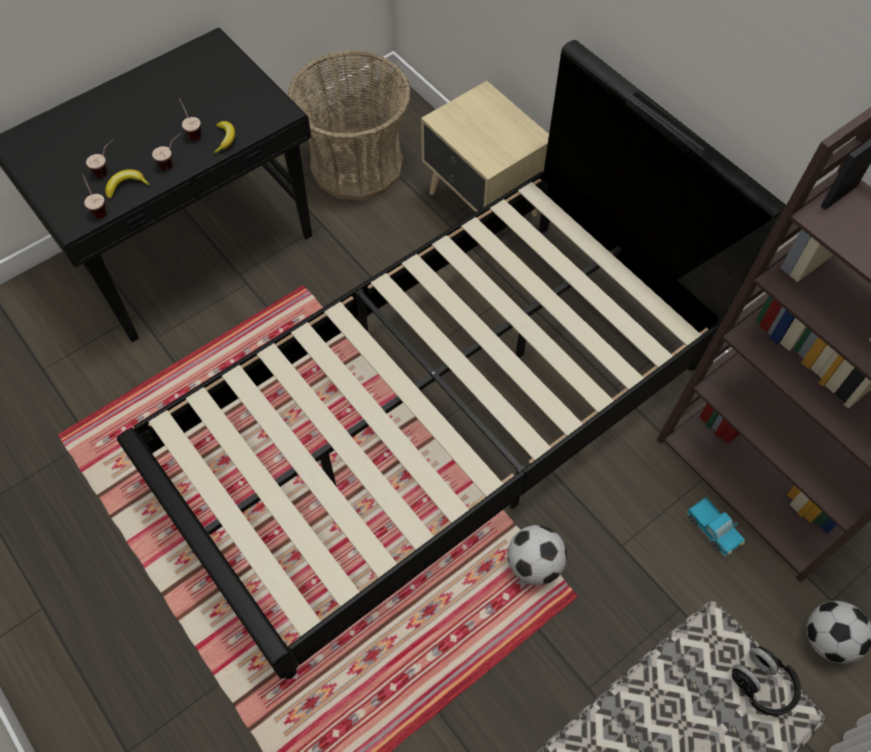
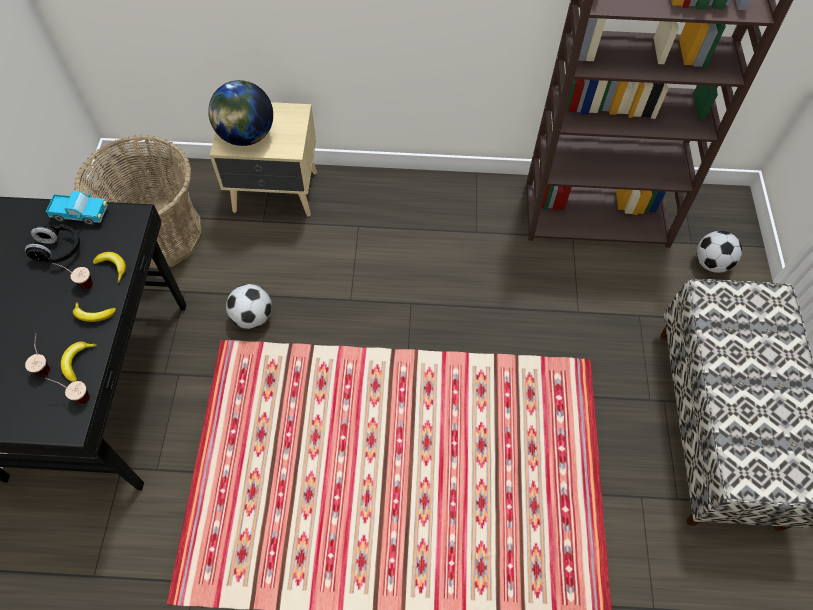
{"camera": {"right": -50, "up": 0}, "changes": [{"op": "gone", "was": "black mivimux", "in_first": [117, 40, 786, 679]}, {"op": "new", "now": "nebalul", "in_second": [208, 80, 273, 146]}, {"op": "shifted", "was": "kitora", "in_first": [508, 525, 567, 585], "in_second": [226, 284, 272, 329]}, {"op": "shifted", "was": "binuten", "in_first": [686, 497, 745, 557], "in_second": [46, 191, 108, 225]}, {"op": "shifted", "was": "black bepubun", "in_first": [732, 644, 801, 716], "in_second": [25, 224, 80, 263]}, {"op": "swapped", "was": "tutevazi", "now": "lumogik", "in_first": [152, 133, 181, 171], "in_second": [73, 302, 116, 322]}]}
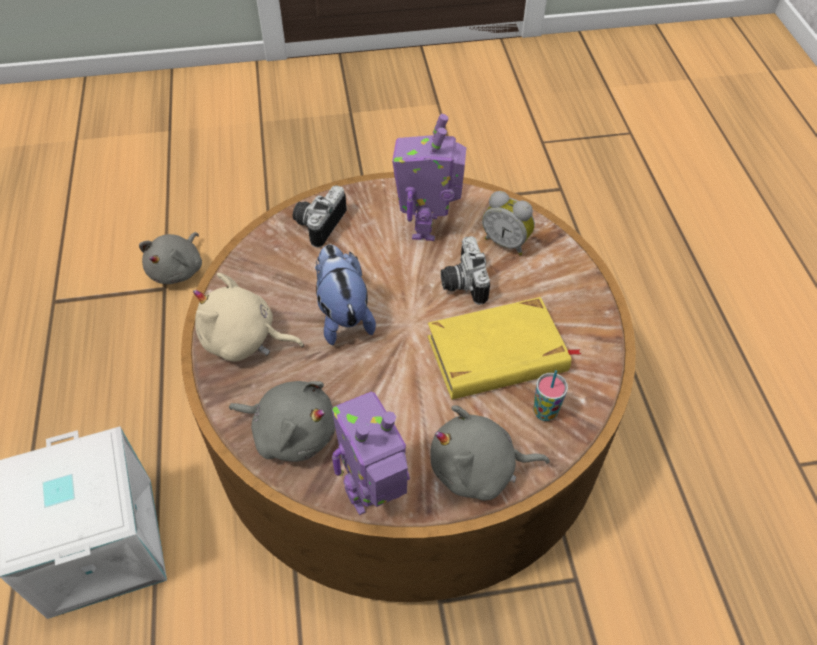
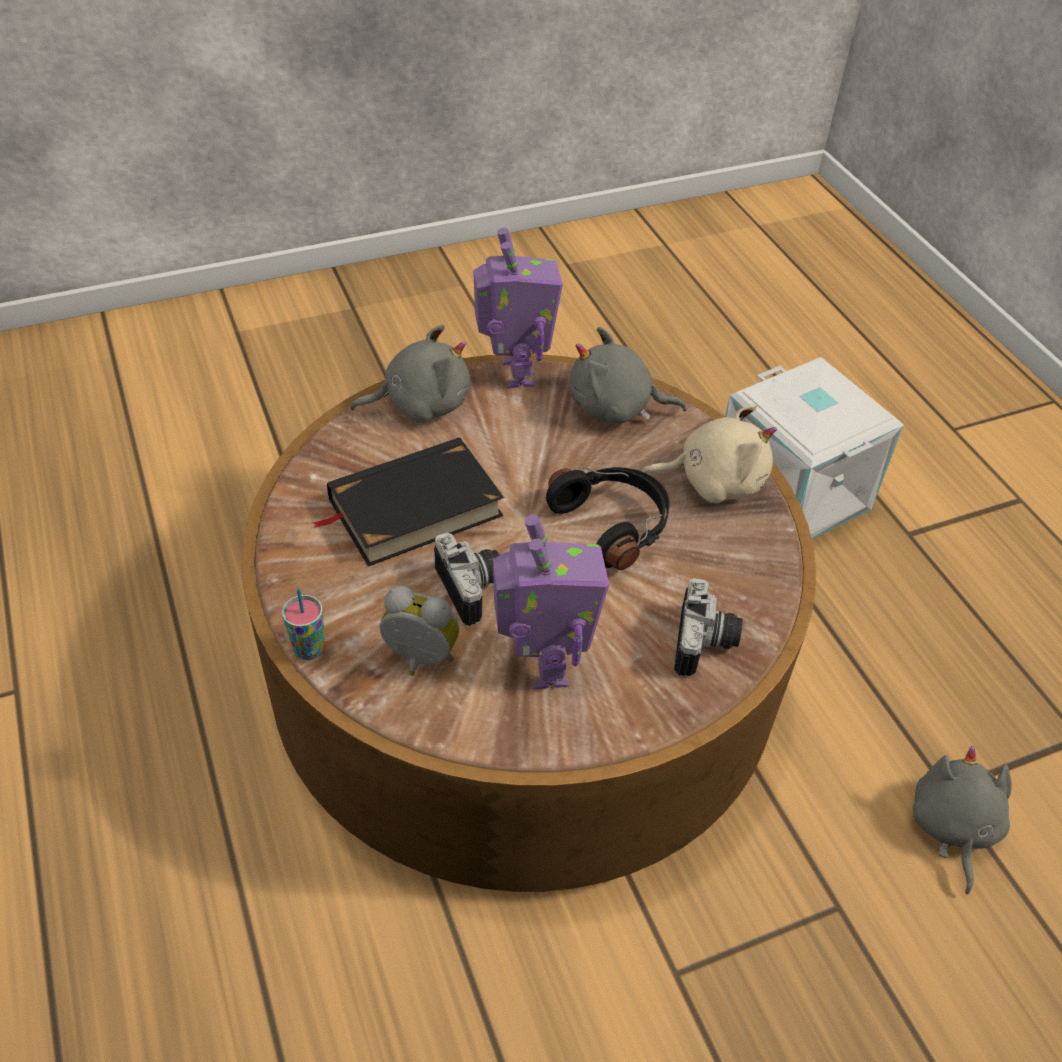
{"camera": {"right": 165, "up": -5}, "changes": [{"op": "shifted", "was": "tutevazi", "in_first": [533, 370, 568, 421], "in_second": [282, 588, 325, 660]}, {"op": "swapped", "was": "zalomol", "now": "black bepubun", "in_first": [315, 244, 376, 345], "in_second": [546, 467, 670, 570]}, {"op": "repainted", "was": "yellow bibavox", "now": "black bibavox", "in_first": [428, 297, 581, 400], "in_second": [312, 437, 504, 566]}, {"op": "rotated", "was": "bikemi", "in_first": [332, 392, 410, 515], "in_second": [473, 228, 563, 389], "clockwise": -60}]}
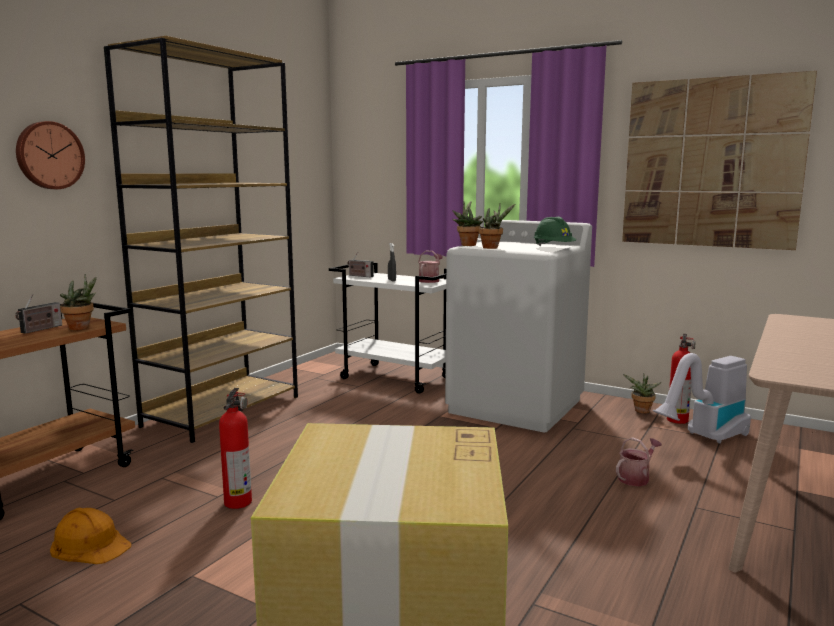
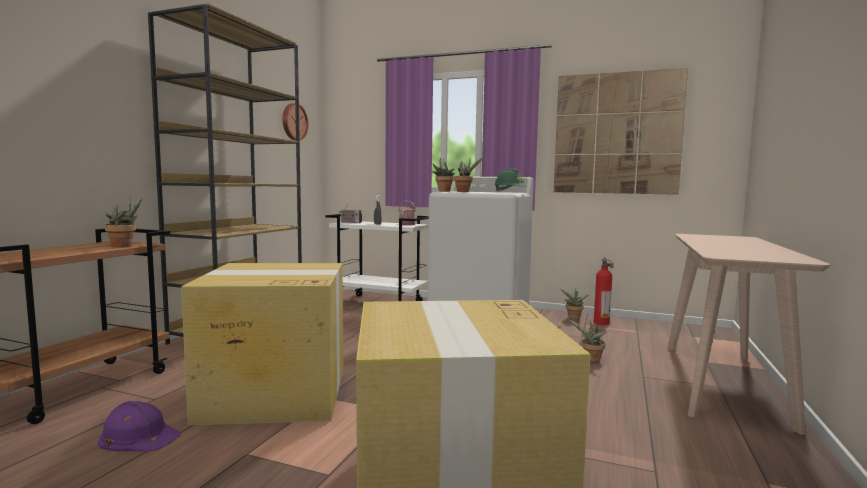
{"camera": {"right": -10, "up": -5}, "changes": [{"op": "gone", "was": "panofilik", "in_first": [15, 294, 62, 334]}, {"op": "gone", "was": "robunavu", "in_first": [653, 353, 751, 443]}, {"op": "shifted", "was": "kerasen", "in_first": [16, 121, 85, 189], "in_second": [283, 103, 308, 140]}, {"op": "swapped", "was": "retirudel", "now": "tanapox", "in_first": [219, 388, 252, 509], "in_second": [181, 263, 343, 425]}, {"op": "swapped", "was": "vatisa", "now": "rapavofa", "in_first": [616, 437, 662, 486], "in_second": [569, 319, 607, 362]}, {"op": "repainted", "was": "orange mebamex", "now": "purple mebamex", "in_first": [50, 508, 131, 564], "in_second": [98, 401, 181, 452]}]}
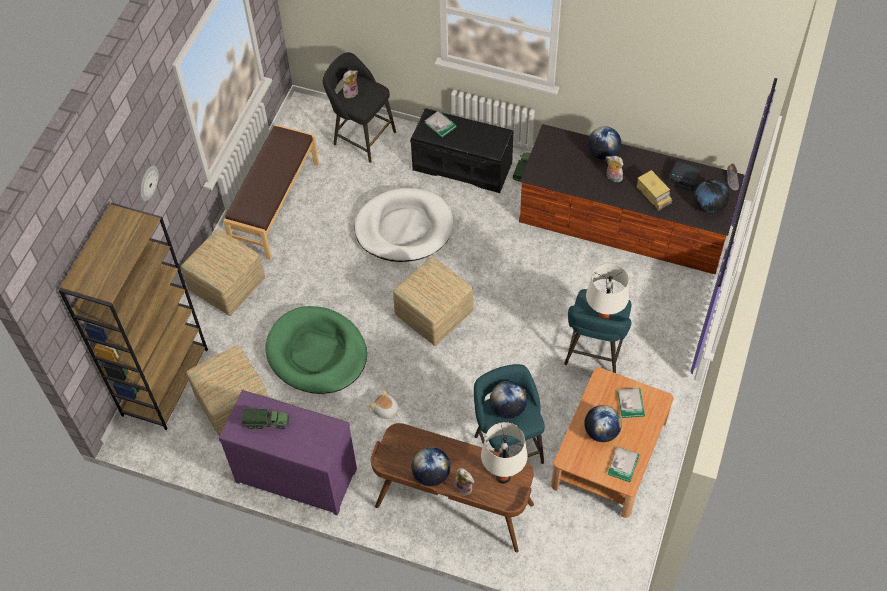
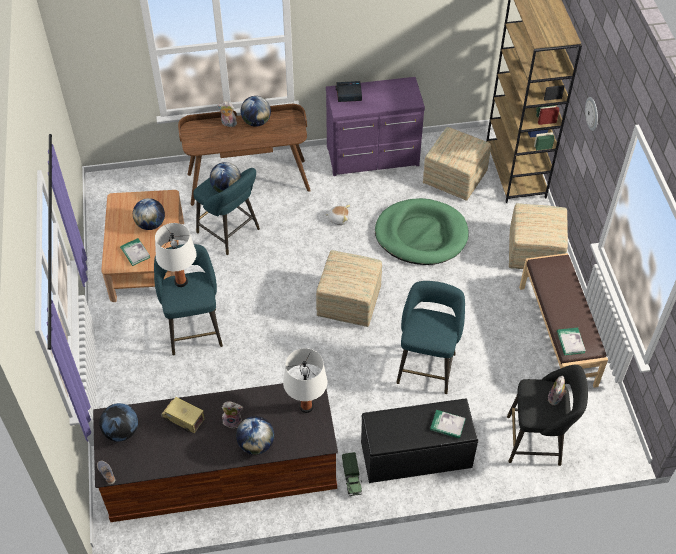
{"camera": {"right": 150, "up": -5}, "changes": [{"op": "gone", "was": "binuten", "in_first": [242, 409, 290, 429]}, {"op": "shifted", "was": "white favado", "in_first": [481, 422, 528, 483], "in_second": [283, 348, 327, 413]}, {"op": "shifted", "was": "bibavox", "in_first": [608, 447, 639, 482], "in_second": [557, 328, 586, 355]}, {"op": "shifted", "was": "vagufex", "in_first": [668, 161, 702, 192], "in_second": [336, 81, 362, 102]}, {"op": "swapped", "was": "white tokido", "now": "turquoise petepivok", "in_first": [355, 188, 454, 262], "in_second": [396, 281, 465, 394]}]}
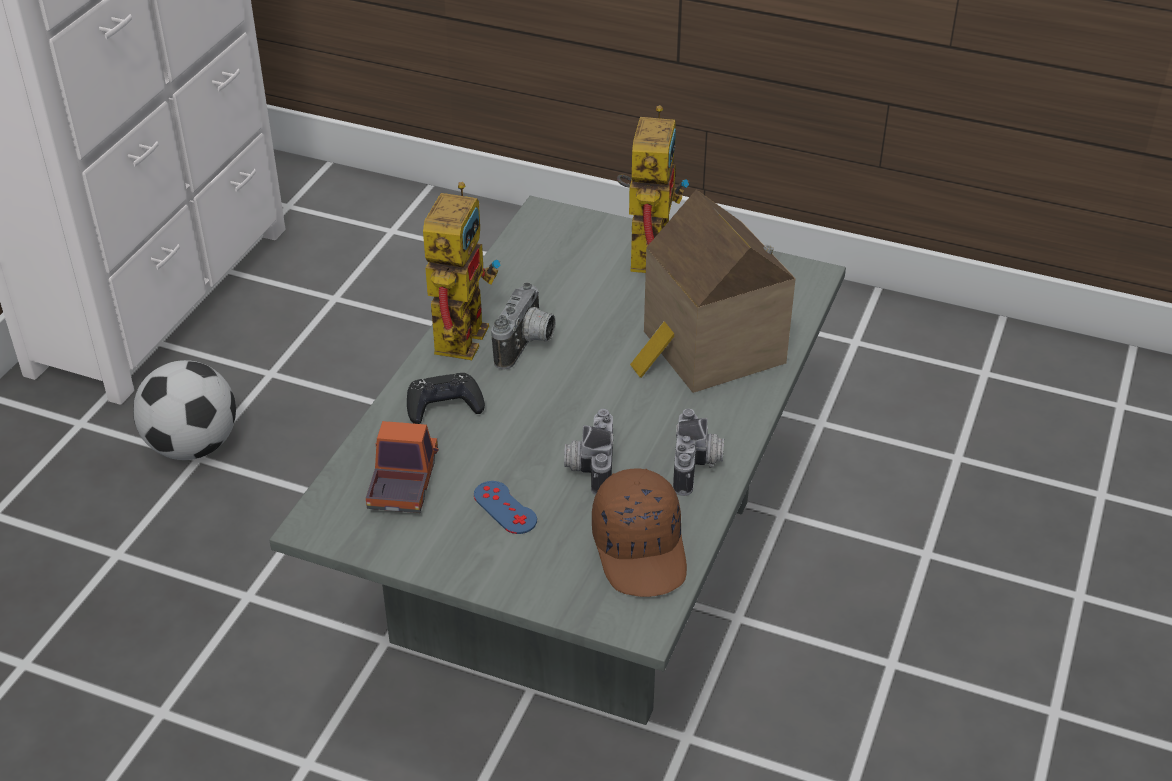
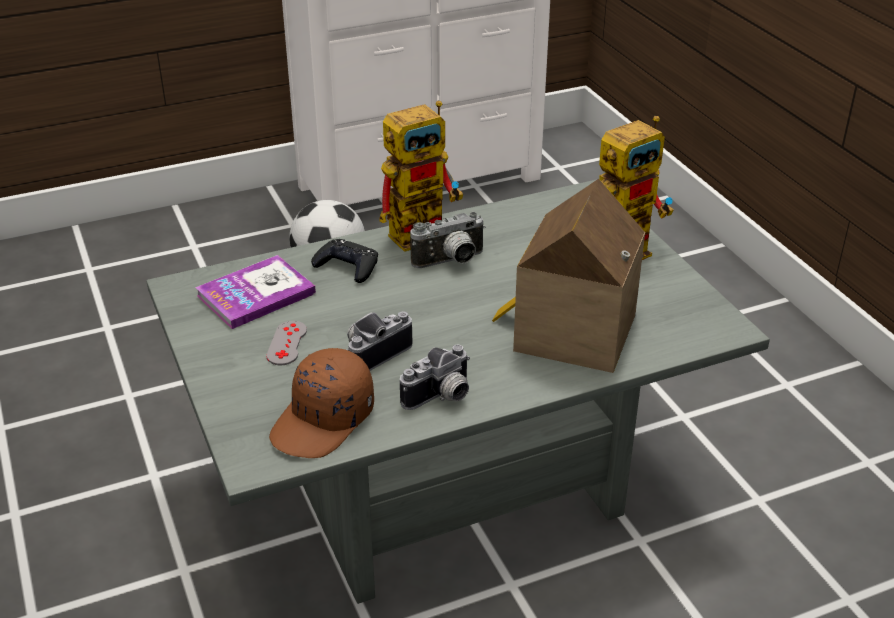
{"camera": {"right": 45, "up": -5}, "changes": [{"op": "swapped", "was": "binuten", "now": "bibavox", "in_first": [366, 421, 439, 513], "in_second": [195, 255, 316, 329]}, {"op": "repainted", "was": "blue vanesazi", "now": "grey vanesazi", "in_first": [474, 481, 537, 534], "in_second": [266, 321, 307, 365]}]}
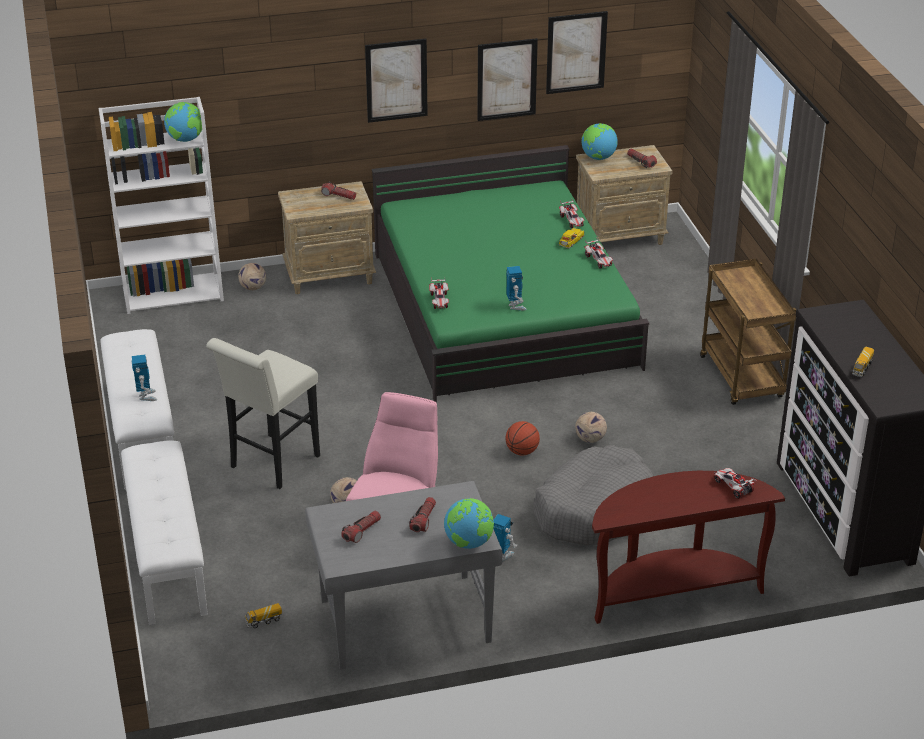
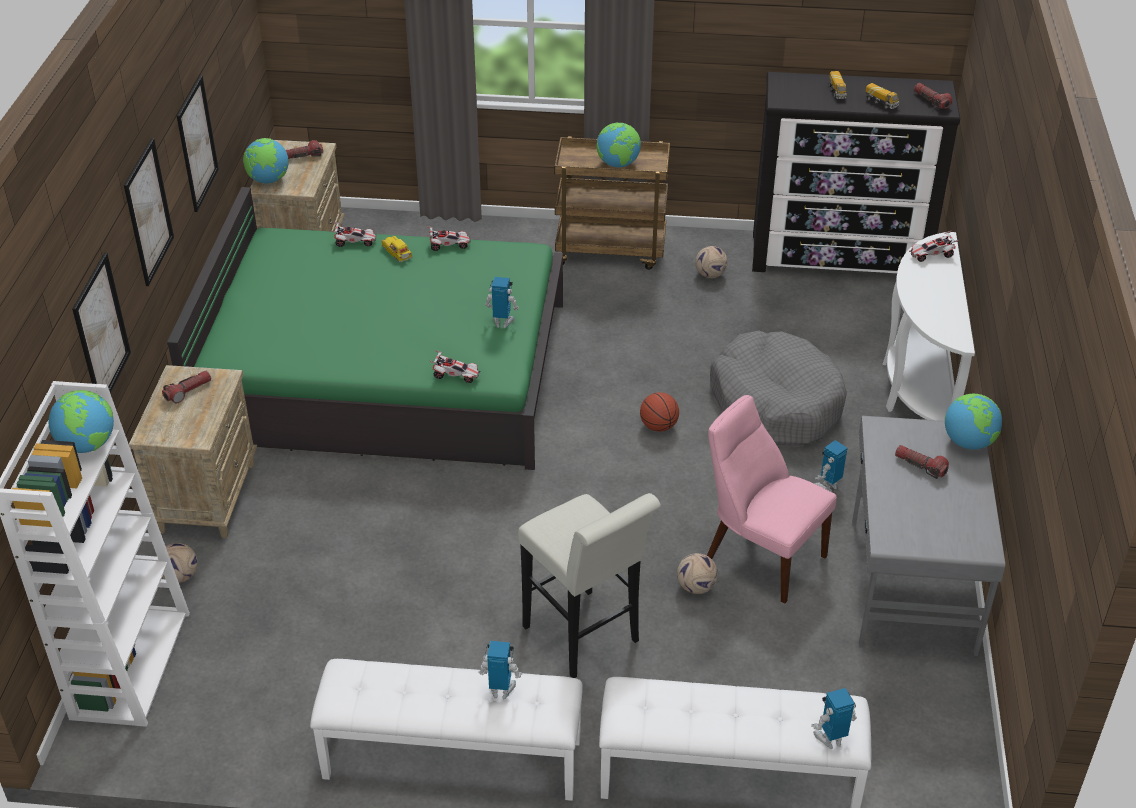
{"camera": {"right": -70, "up": 5}, "changes": [{"op": "new", "now": "nebalul", "in_second": [596, 123, 641, 168]}, {"op": "new", "now": "bikemi", "in_second": [811, 688, 857, 749]}, {"op": "shifted", "was": "binuten", "in_first": [245, 603, 282, 628], "in_second": [829, 71, 847, 99]}, {"op": "shifted", "was": "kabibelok", "in_first": [341, 511, 381, 543], "in_second": [914, 83, 952, 110]}, {"op": "shifted", "was": "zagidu", "in_first": [546, 11, 608, 94], "in_second": [72, 253, 131, 393]}, {"op": "shifted", "was": "kitora", "in_first": [575, 412, 607, 443], "in_second": [695, 246, 728, 278]}, {"op": "repainted", "was": "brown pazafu", "now": "white pazafu", "in_first": [592, 471, 785, 624], "in_second": [882, 232, 975, 421]}]}
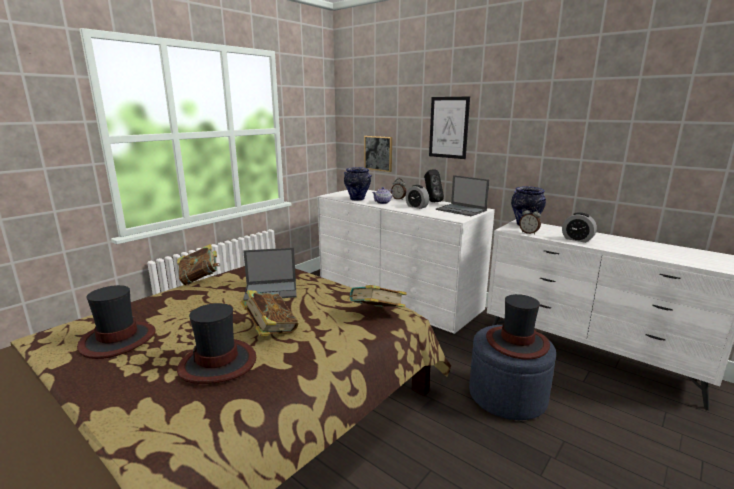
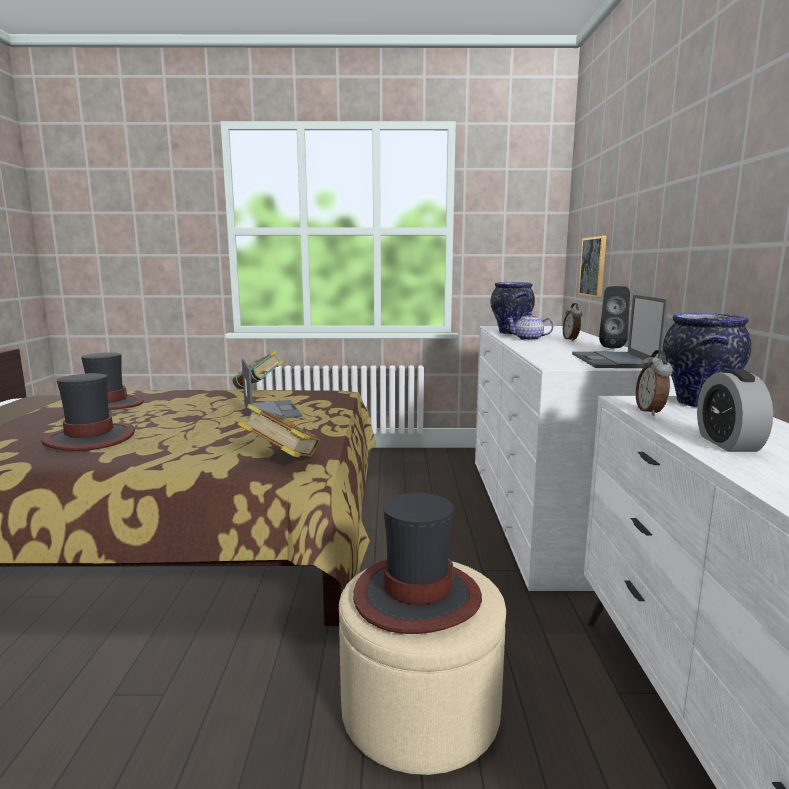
{"camera": {"right": 50, "up": -5}, "changes": [{"op": "gone", "was": "bibavox", "in_first": [240, 290, 298, 336]}, {"op": "gone", "was": "vagufex", "in_first": [406, 185, 429, 209]}, {"op": "gone", "was": "zagidu", "in_first": [429, 97, 470, 159]}, {"op": "repainted", "was": "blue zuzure", "now": "beige zuzure", "in_first": [469, 325, 556, 420], "in_second": [339, 561, 506, 775]}, {"op": "rotated", "was": "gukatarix", "in_first": [243, 248, 297, 301], "in_second": [242, 358, 302, 419], "clockwise": -150}]}
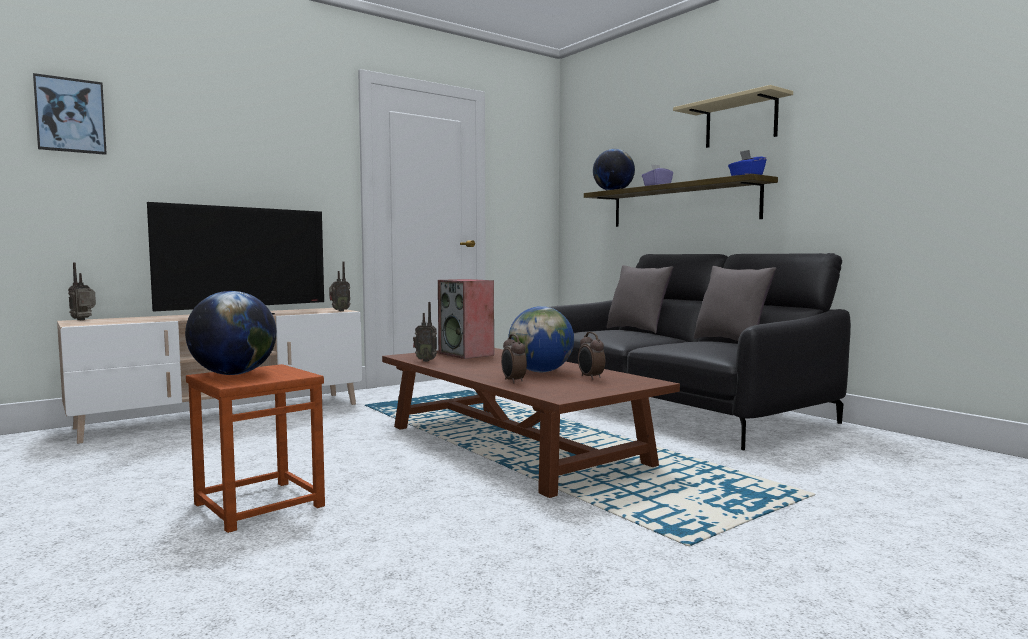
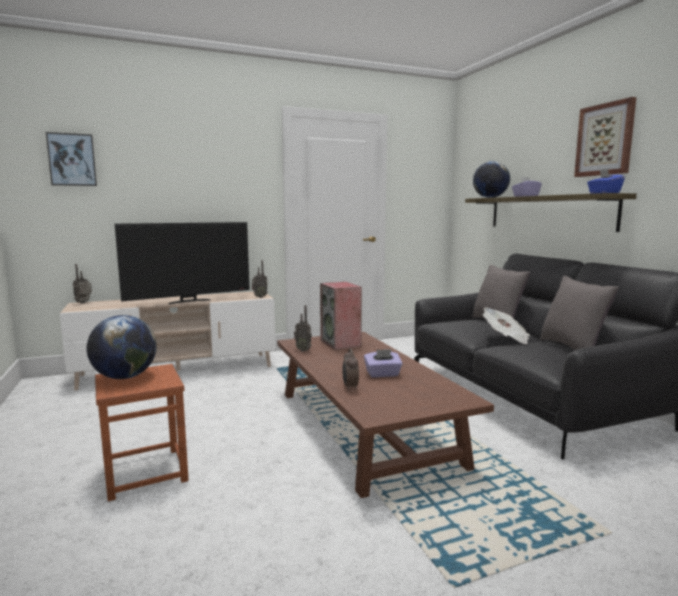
{"camera": {"right": 15, "up": 5}, "changes": [{"op": "gone", "was": "vagufex", "in_first": [578, 332, 605, 380]}, {"op": "new", "now": "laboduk", "in_second": [483, 307, 530, 344]}, {"op": "swapped", "was": "nebalul", "now": "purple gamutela", "in_first": [508, 306, 574, 372], "in_second": [364, 349, 403, 378]}, {"op": "swapped", "was": "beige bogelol", "now": "zagidu", "in_first": [673, 85, 793, 148], "in_second": [574, 97, 636, 177]}]}
